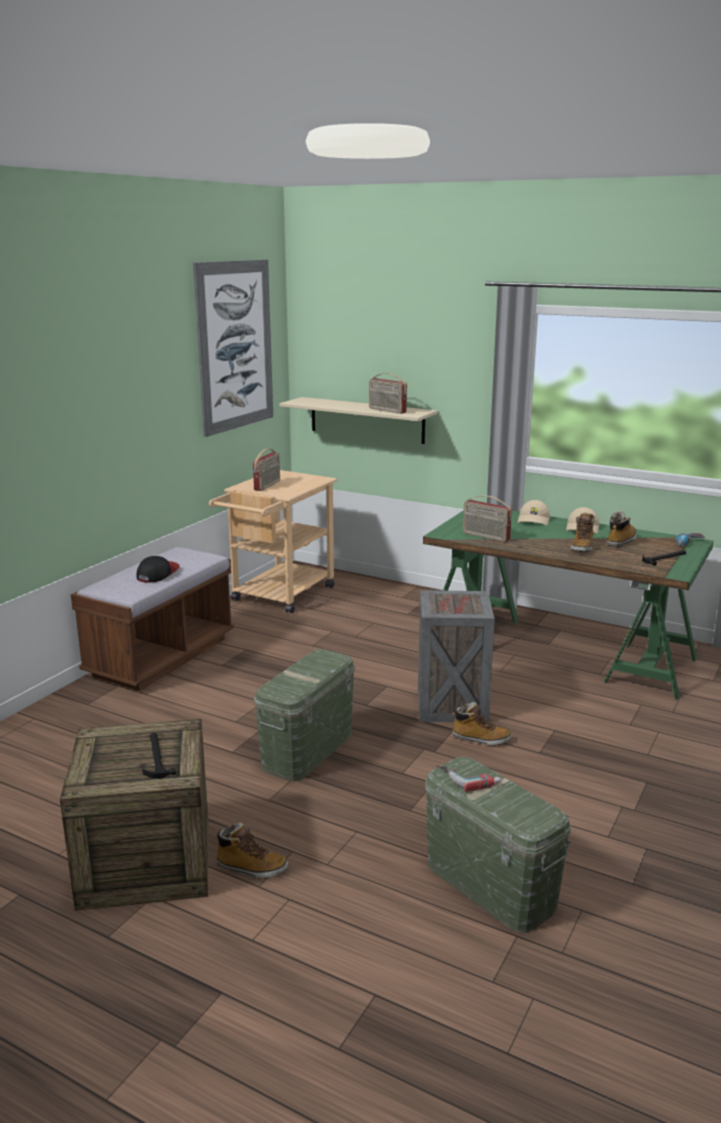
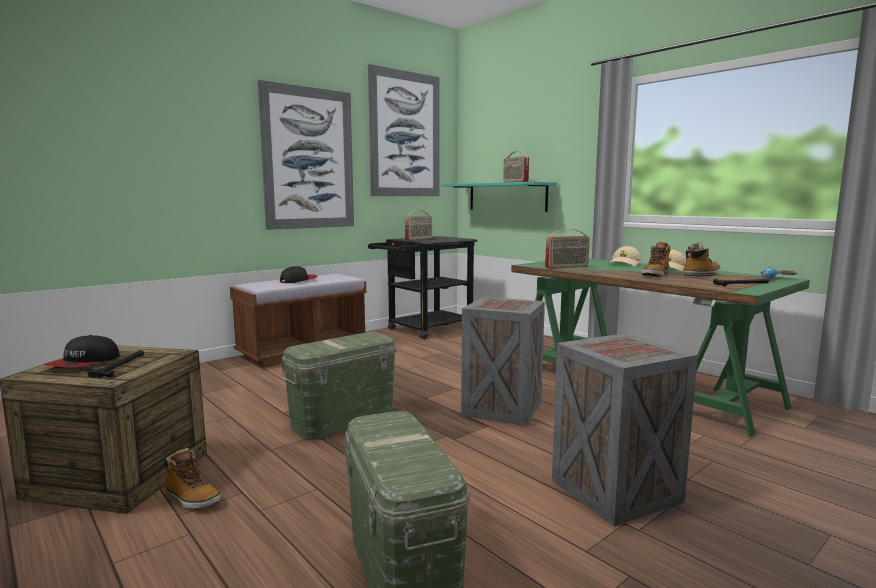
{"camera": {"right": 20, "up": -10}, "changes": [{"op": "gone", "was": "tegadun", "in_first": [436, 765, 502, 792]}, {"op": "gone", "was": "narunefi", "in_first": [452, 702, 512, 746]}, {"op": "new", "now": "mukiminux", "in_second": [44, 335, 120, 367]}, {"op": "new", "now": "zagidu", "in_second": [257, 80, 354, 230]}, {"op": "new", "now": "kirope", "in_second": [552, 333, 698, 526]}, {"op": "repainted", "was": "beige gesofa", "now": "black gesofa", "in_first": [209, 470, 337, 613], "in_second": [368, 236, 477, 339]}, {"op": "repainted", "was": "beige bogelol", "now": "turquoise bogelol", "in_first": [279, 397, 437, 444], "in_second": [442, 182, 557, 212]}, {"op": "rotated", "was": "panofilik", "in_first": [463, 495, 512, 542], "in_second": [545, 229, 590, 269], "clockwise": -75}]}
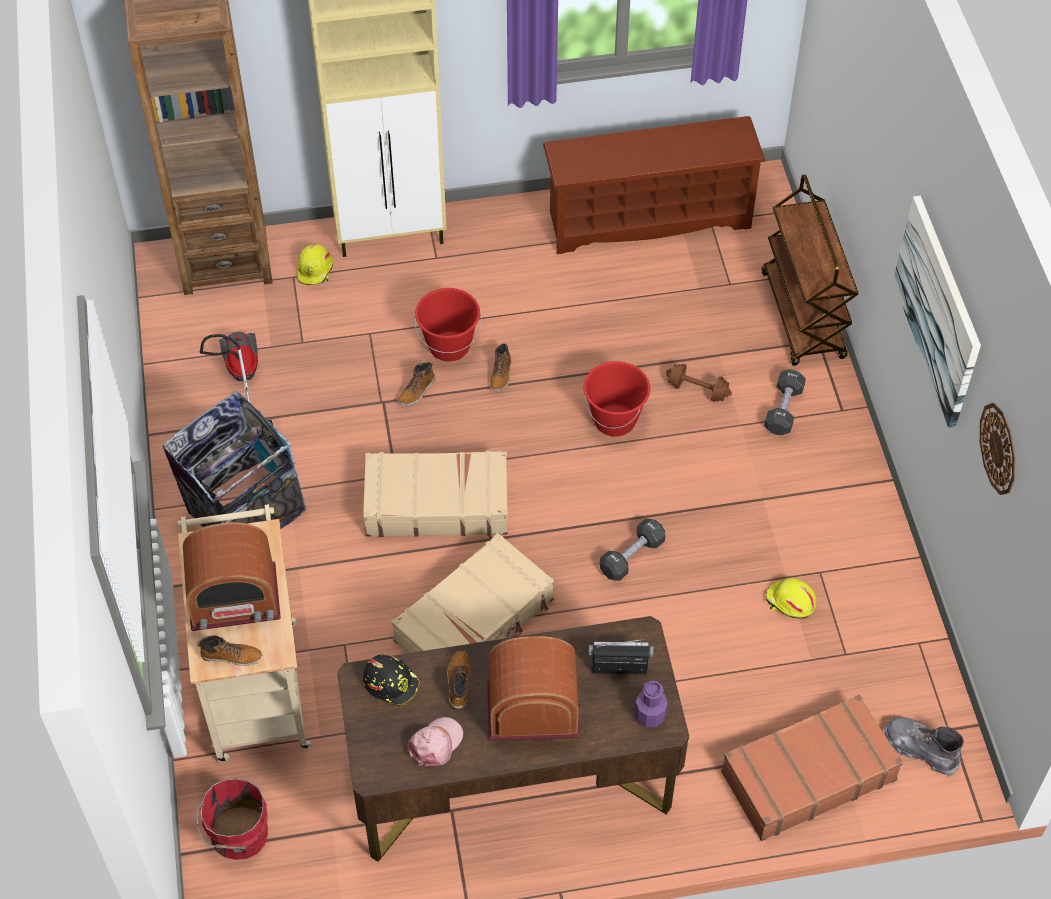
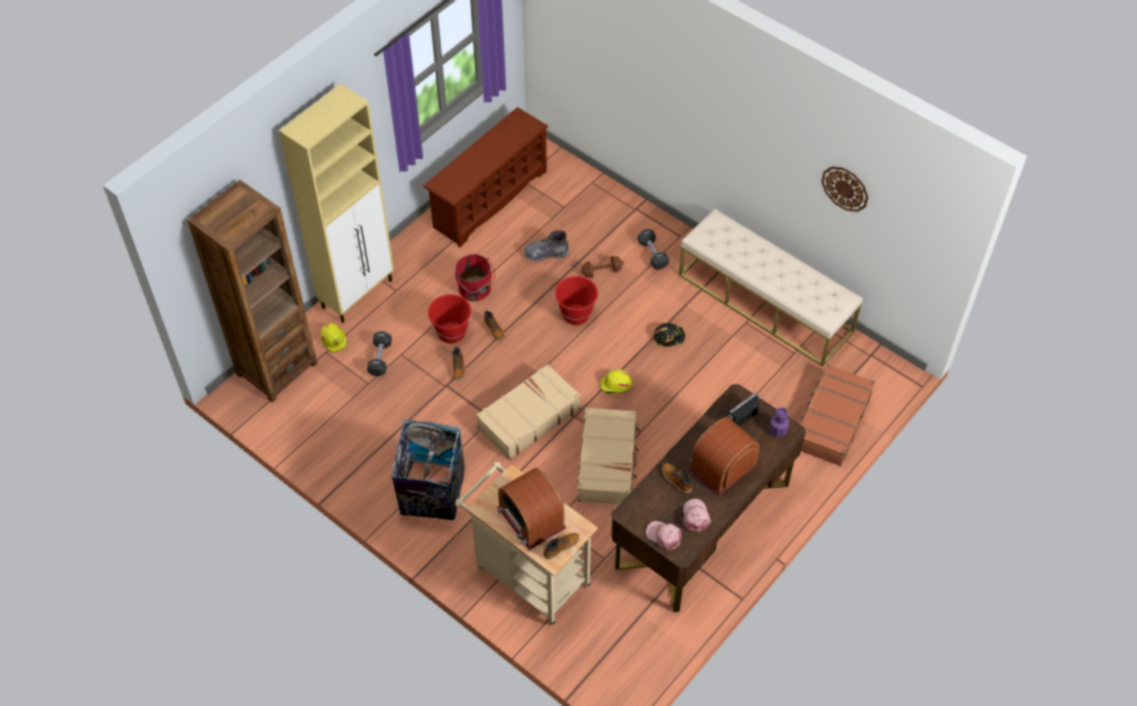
{"camera": {"right": -40, "up": 0}, "changes": [{"op": "gone", "was": "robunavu", "in_first": [199, 332, 273, 426]}, {"op": "gone", "was": "brown gesofa", "in_first": [762, 175, 858, 366]}, {"op": "gone", "was": "zagidu", "in_first": [893, 195, 981, 428]}, {"op": "new", "now": "pink mukiminux", "in_second": [646, 521, 682, 550]}, {"op": "new", "now": "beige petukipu", "in_second": [678, 209, 863, 367]}, {"op": "shifted", "was": "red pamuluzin", "in_first": [196, 779, 268, 860], "in_second": [455, 254, 495, 302]}, {"op": "shifted", "was": "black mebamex", "in_first": [363, 655, 420, 706], "in_second": [654, 323, 686, 347]}, {"op": "shifted", "was": "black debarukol", "in_first": [600, 519, 666, 581], "in_second": [367, 331, 392, 376]}, {"op": "shifted", "was": "yellow mebamex", "in_first": [766, 578, 816, 619], "in_second": [600, 370, 633, 396]}, {"op": "shifted", "was": "grey narunefi", "in_first": [884, 717, 964, 777], "in_second": [524, 230, 569, 262]}, {"op": "rotated", "was": "panofilik", "in_first": [183, 522, 281, 631], "in_second": [498, 468, 566, 550], "clockwise": 105}]}
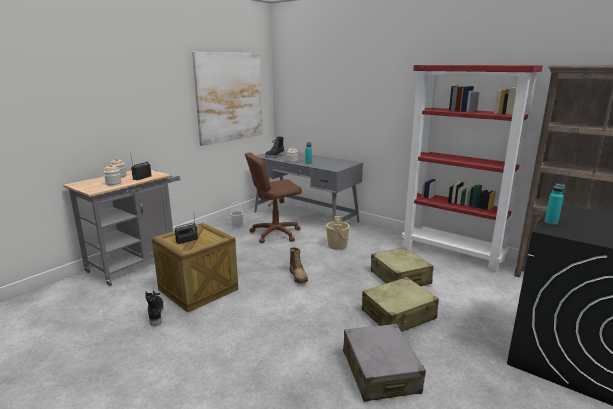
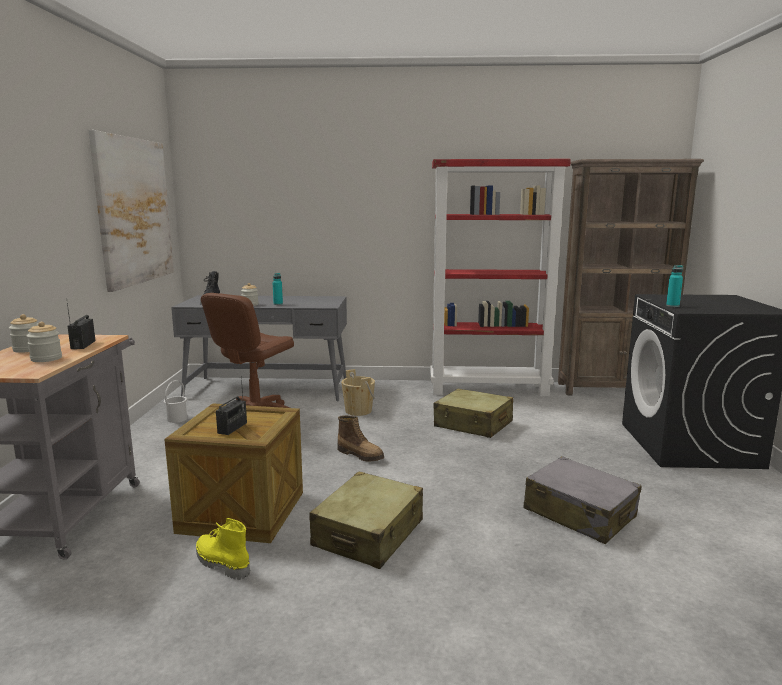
{"camera": {"right": -35, "up": -5}, "changes": [{"op": "shifted", "was": "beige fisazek", "in_first": [362, 277, 439, 332], "in_second": [309, 471, 423, 569]}, {"op": "repainted", "was": "black narunefi", "now": "yellow narunefi", "in_first": [145, 291, 164, 327], "in_second": [196, 518, 250, 580]}]}
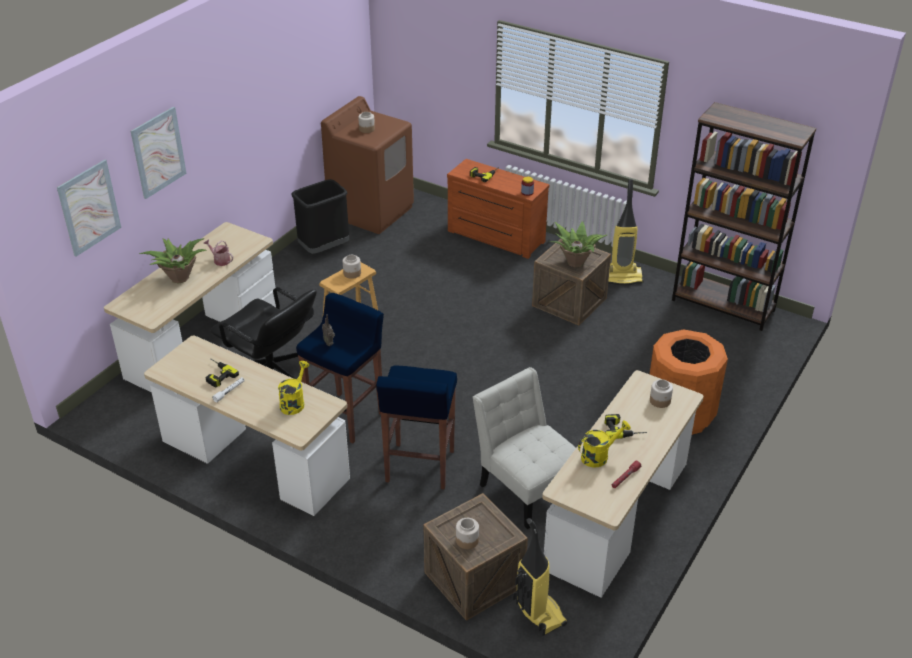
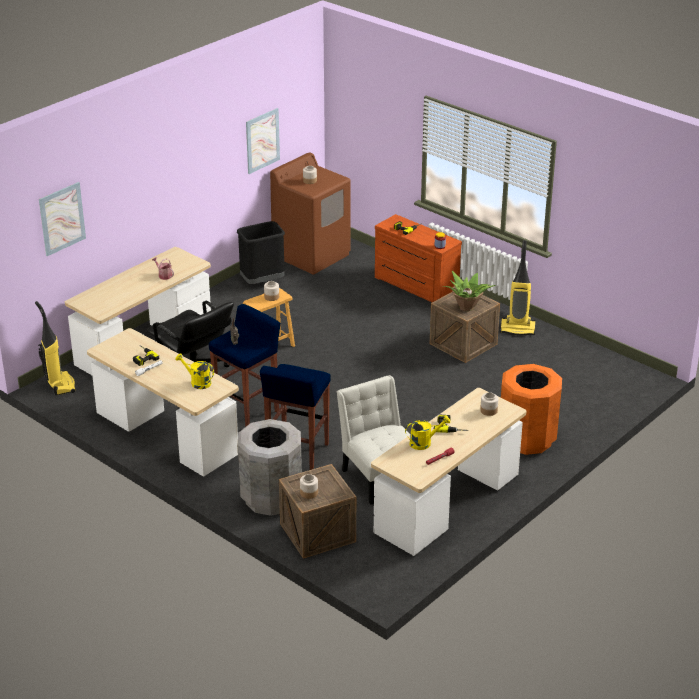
{"camera": {"right": 10, "up": -5}, "changes": [{"op": "gone", "was": "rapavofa", "in_first": [139, 238, 206, 284]}, {"op": "gone", "was": "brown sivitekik", "in_first": [672, 102, 817, 331]}, {"op": "new", "now": "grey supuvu", "in_second": [238, 419, 302, 516]}, {"op": "shifted", "was": "zagidu", "in_first": [131, 107, 186, 199], "in_second": [246, 108, 280, 174]}, {"op": "shifted", "was": "robunavu", "in_first": [513, 518, 567, 636], "in_second": [35, 301, 76, 395]}, {"op": "rotated", "was": "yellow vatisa", "in_first": [278, 361, 309, 415], "in_second": [176, 353, 214, 389], "clockwise": -90}]}
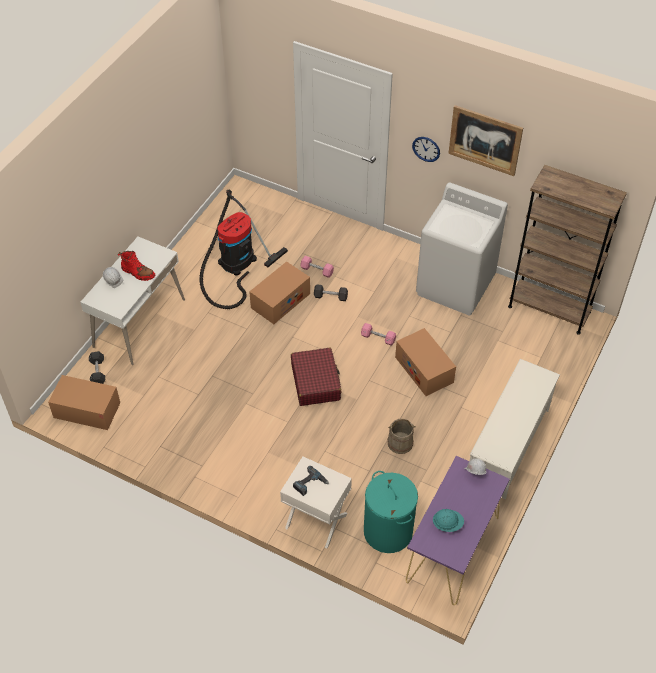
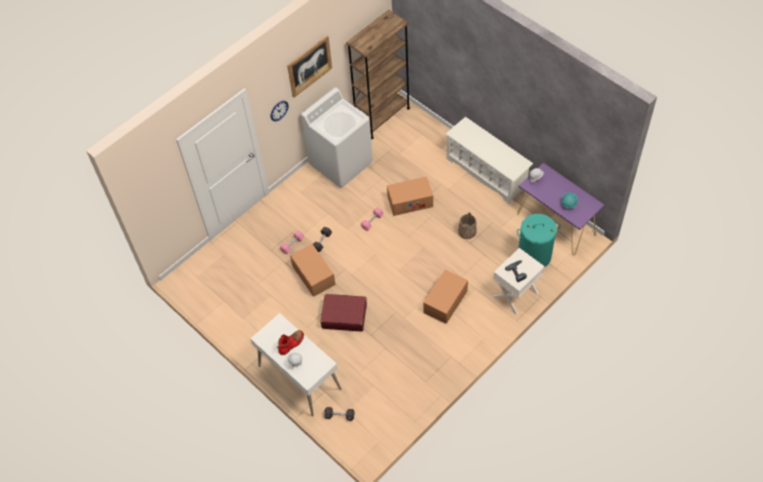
{"camera": {"right": -70, "up": 5}, "changes": [{"op": "gone", "was": "robunavu", "in_first": [199, 189, 288, 309]}, {"op": "shifted", "was": "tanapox", "in_first": [48, 375, 120, 430], "in_second": [423, 269, 468, 324]}, {"op": "shifted", "was": "red fisazek", "in_first": [291, 348, 342, 406], "in_second": [321, 294, 367, 331]}]}
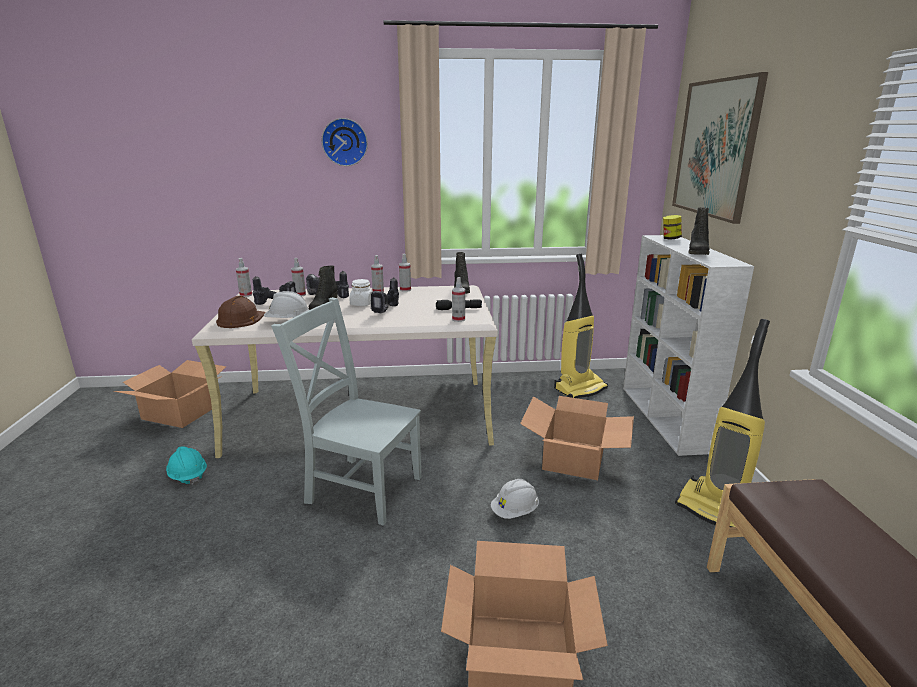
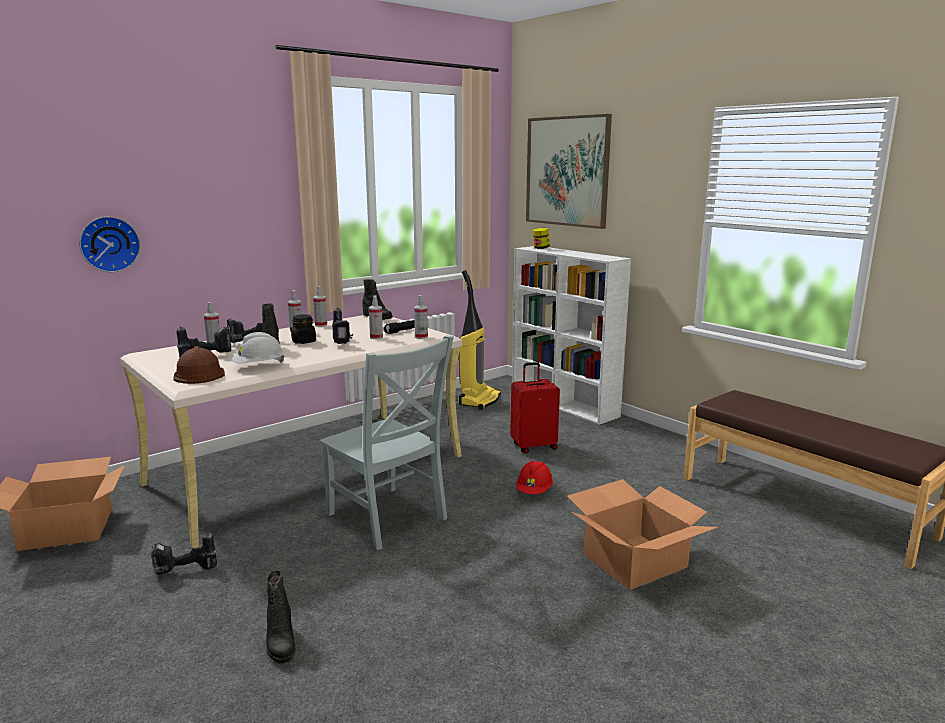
{"camera": {"right": -35, "up": -5}, "changes": [{"op": "gone", "was": "robunavu", "in_first": [675, 319, 770, 527]}, {"op": "shifted", "was": "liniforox", "in_first": [236, 258, 252, 297], "in_second": [369, 295, 383, 339]}, {"op": "shifted", "was": "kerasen", "in_first": [322, 118, 368, 166], "in_second": [79, 216, 141, 272]}, {"op": "shifted", "was": "black narunefi", "in_first": [688, 208, 709, 255], "in_second": [266, 570, 296, 664]}, {"op": "swapped", "was": "turquoise mebamex", "now": "tegadun", "in_first": [166, 446, 207, 485], "in_second": [151, 532, 217, 575]}, {"op": "swapped", "was": "tanapox", "now": "red fisazek", "in_first": [520, 396, 634, 480], "in_second": [510, 362, 560, 453]}, {"op": "repainted", "was": "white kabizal", "now": "black kabizal", "in_first": [349, 279, 373, 306], "in_second": [291, 315, 316, 344]}, {"op": "repainted", "was": "white mebamex", "now": "red mebamex", "in_first": [491, 479, 539, 519], "in_second": [516, 460, 553, 494]}, {"op": "rotated", "was": "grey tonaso", "in_first": [271, 297, 422, 526], "in_second": [320, 335, 454, 550], "clockwise": -120}]}
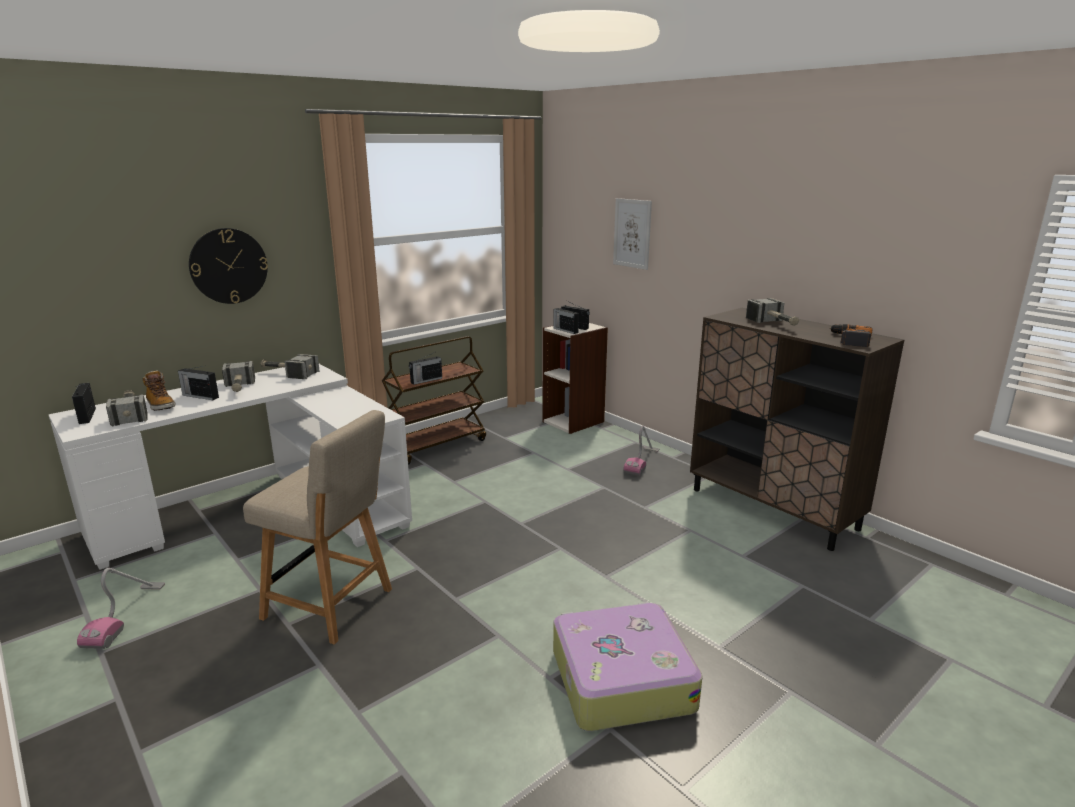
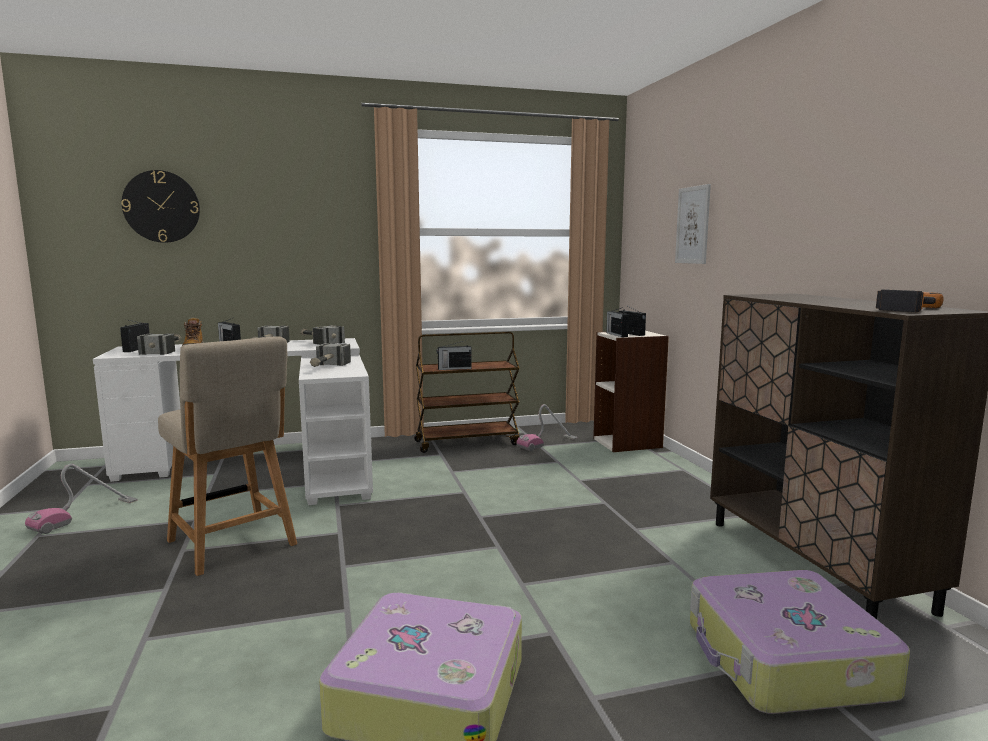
{"camera": {"right": 25, "up": -10}, "changes": [{"op": "new", "now": "fisazek", "in_second": [690, 570, 910, 714]}, {"op": "shifted", "was": "kerasen", "in_first": [189, 228, 268, 304], "in_second": [121, 170, 200, 243]}, {"op": "shifted", "was": "robunavu", "in_first": [623, 426, 659, 476], "in_second": [516, 404, 578, 451]}, {"op": "shifted", "was": "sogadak", "in_first": [746, 298, 799, 326], "in_second": [310, 343, 351, 367]}]}
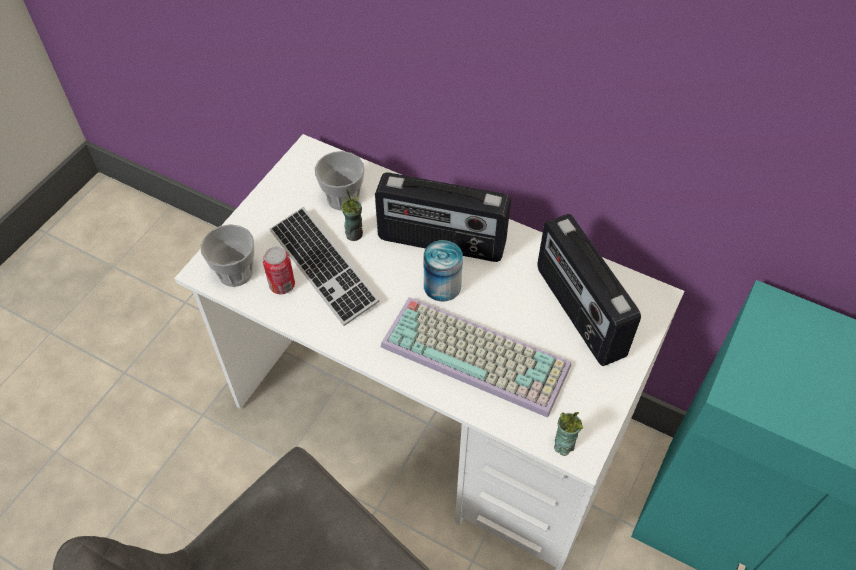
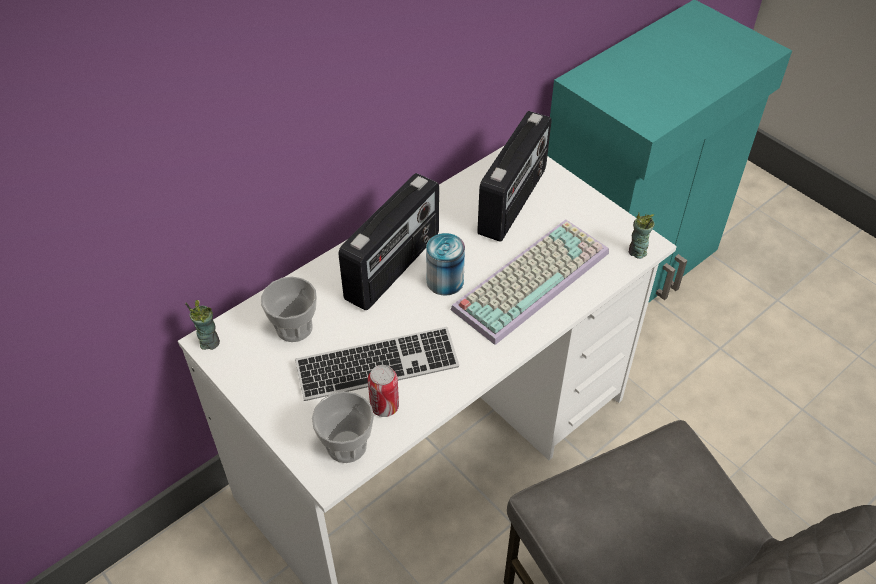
{"camera": {"right": -70, "up": -5}, "changes": [{"op": "shifted", "was": "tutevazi", "in_first": [341, 189, 363, 241], "in_second": [185, 300, 220, 350]}, {"op": "rotated", "was": "panofilik", "in_first": [537, 214, 641, 366], "in_second": [477, 111, 552, 242], "clockwise": -60}]}
